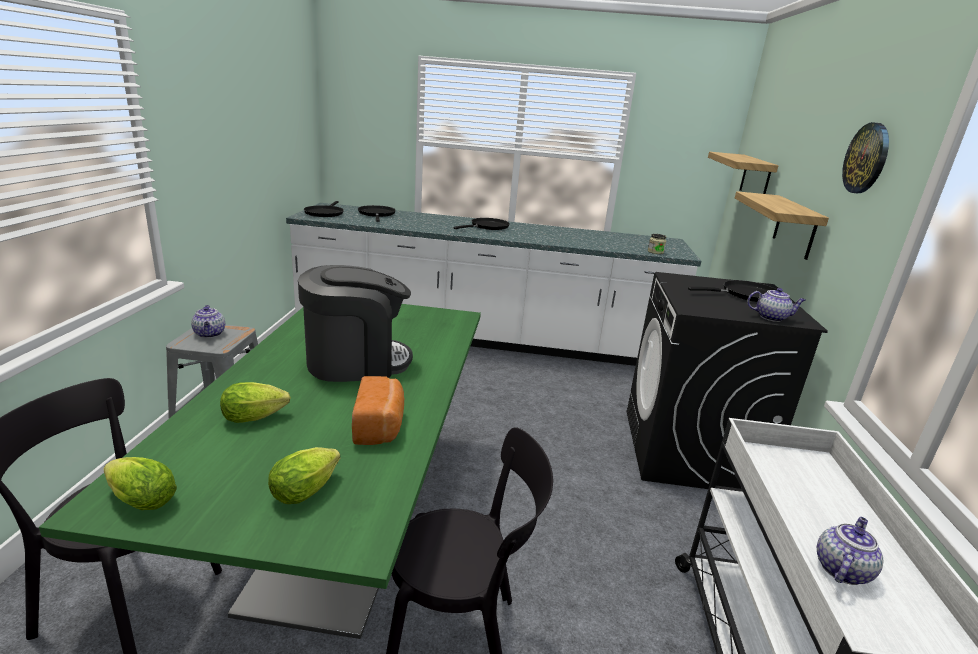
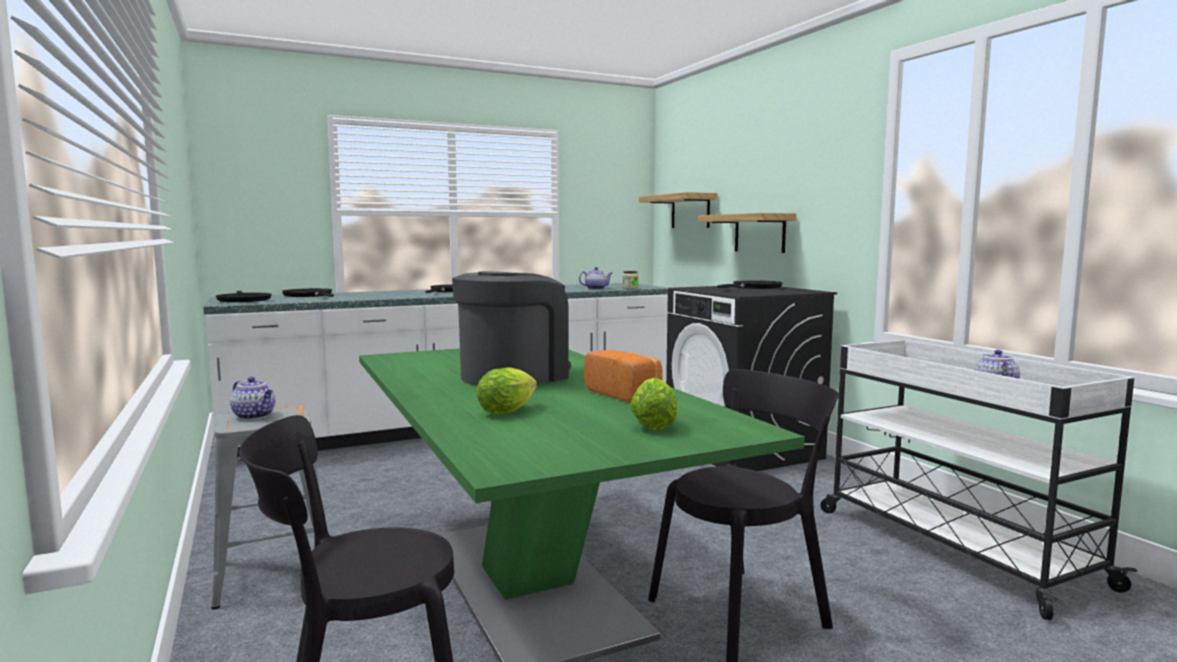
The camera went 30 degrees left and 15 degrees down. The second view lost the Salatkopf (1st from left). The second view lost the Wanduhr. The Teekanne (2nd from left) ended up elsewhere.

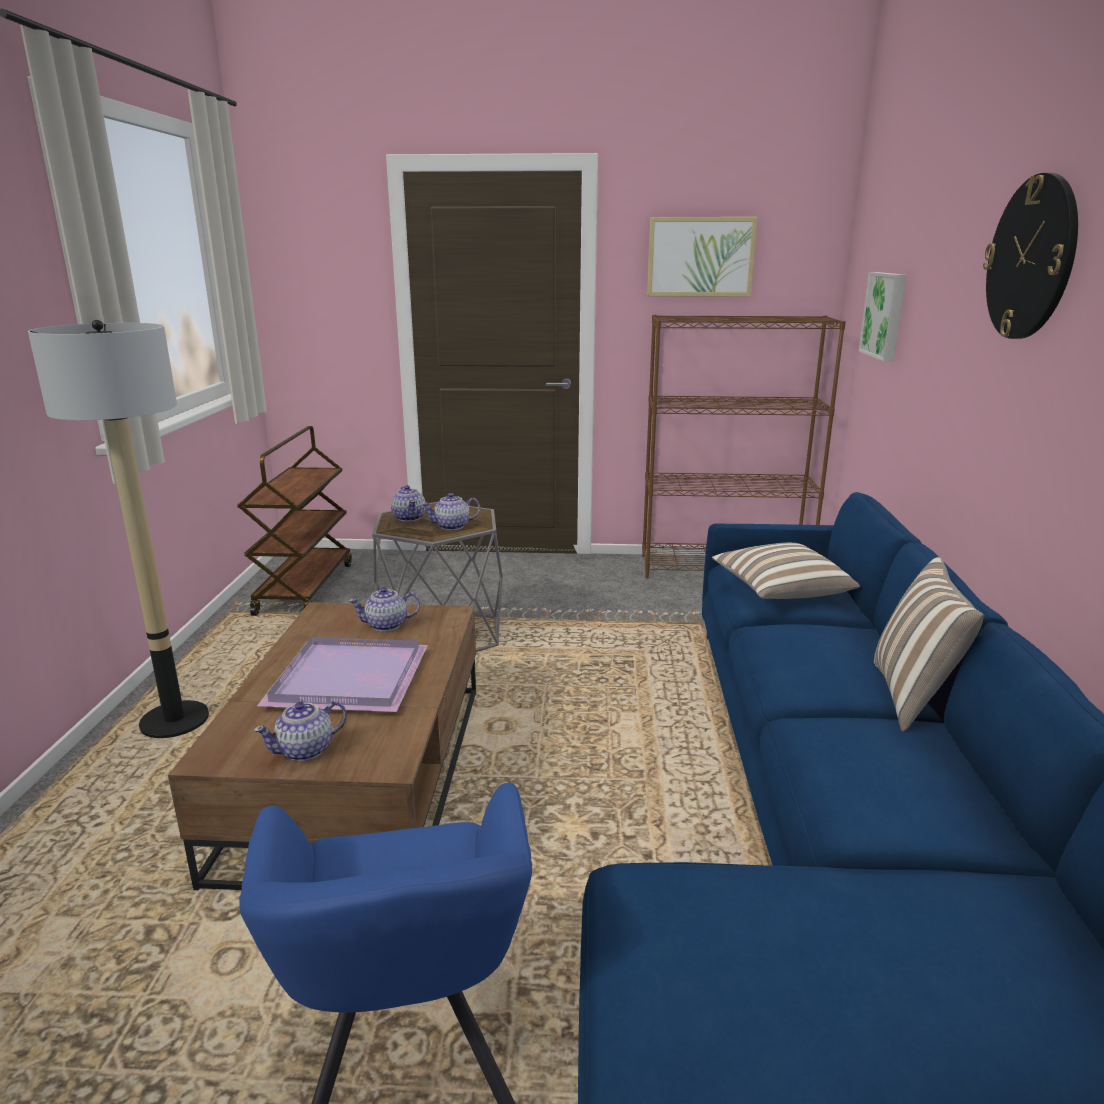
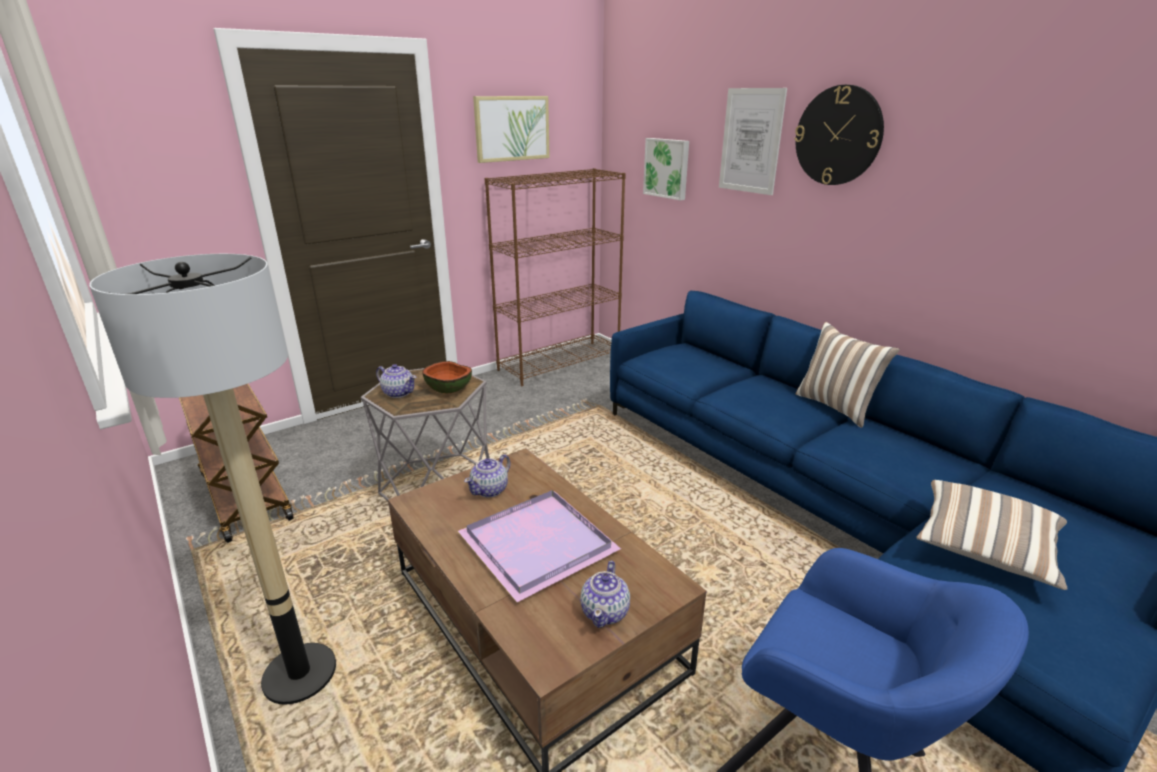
The camera went 40 degrees left and 5 degrees up. The second view gained the Bild (3rd from left). The Kissen (1st from left in the first image) ended up elsewhere. Where the Teekanne (4th from left) stood, the Schüssel came to stand.

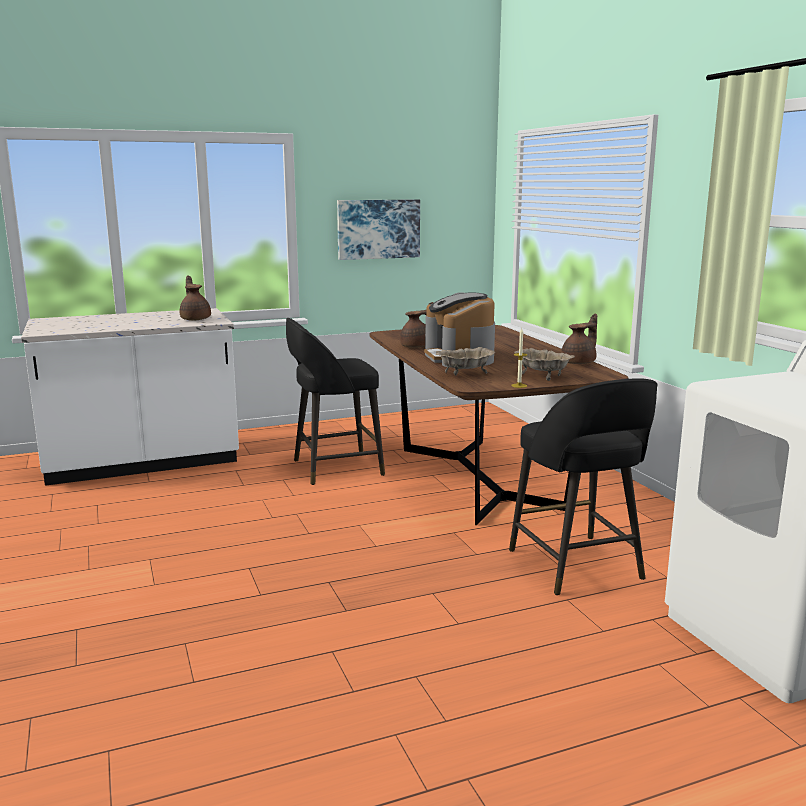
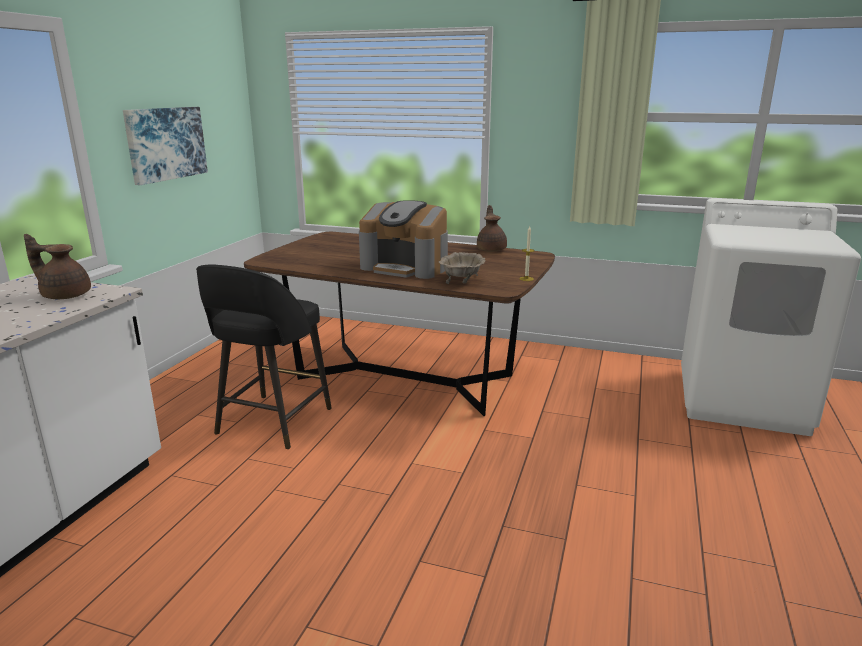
The camera went 50 degrees left and 5 degrees up. The second view lost the Teekanne/braun (2nd from left). The second view lost the Hocker/schwarz (2nd from left). The second view lost the Schüssel/beige (2nd from left).

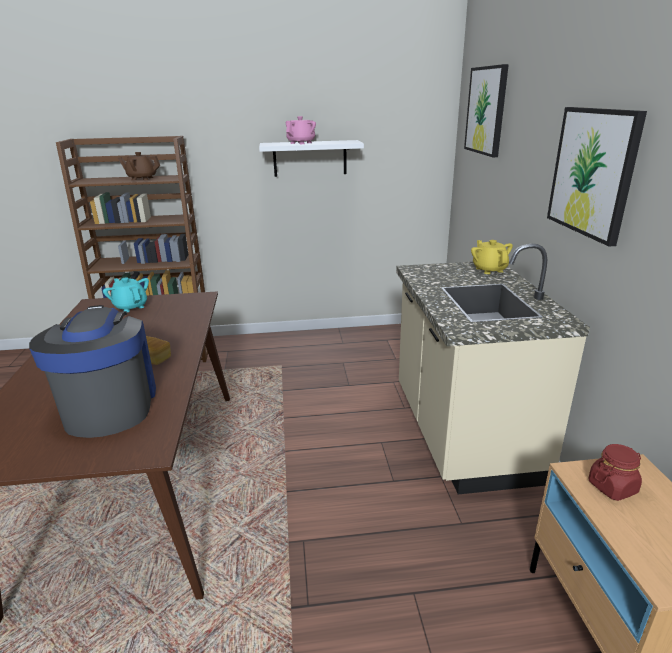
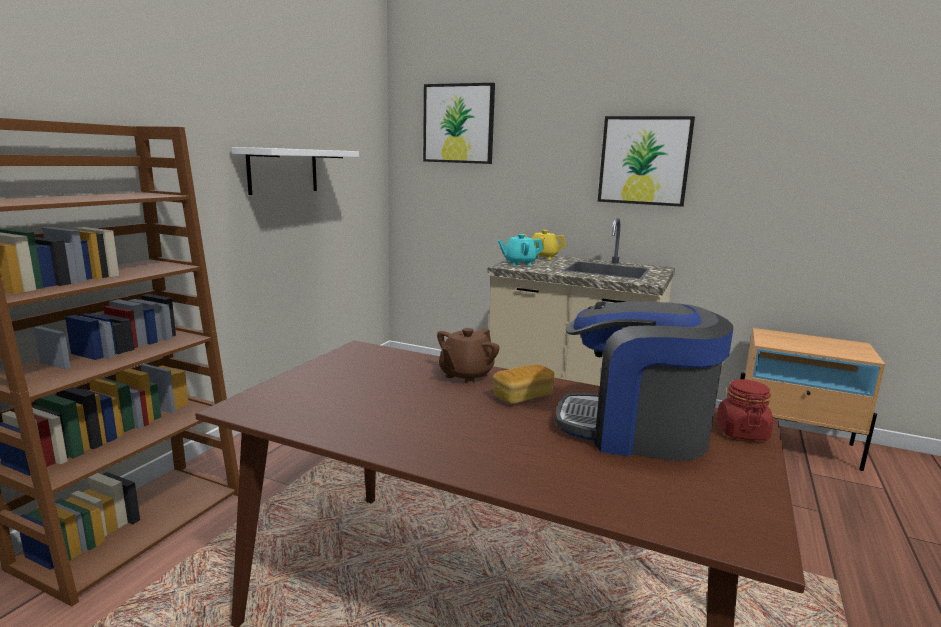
The camera went 60 degrees left and 10 degrees down. The second view lost the Teekanne/rosa. The Teekanne/türkis ended up elsewhere. The Teekanne/braun ended up elsewhere. The Vorratsglas/rot ended up elsewhere.

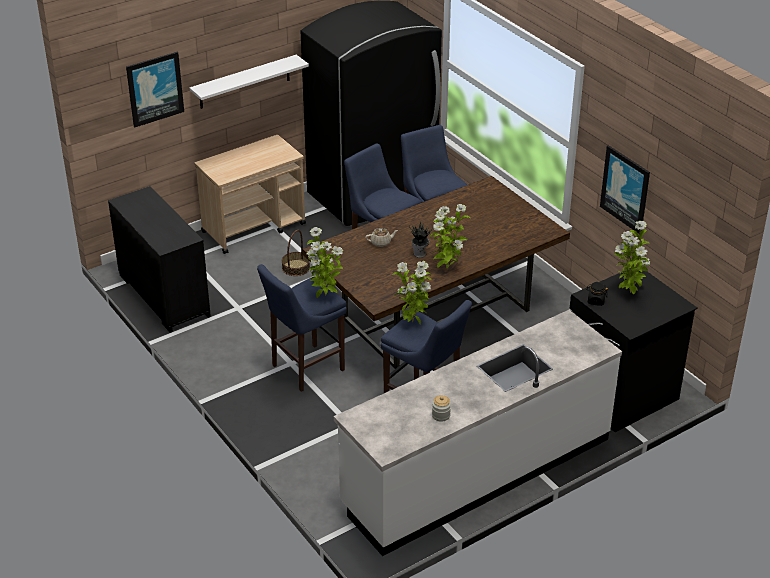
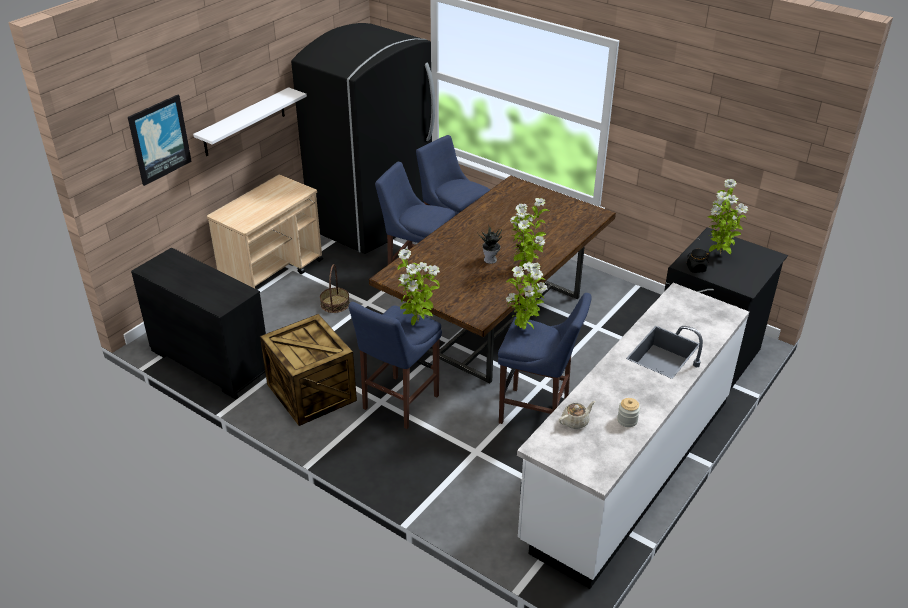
The camera went 20 degrees left and 0 degrees up. The second view lost the Bild (2nd from left). The second view gained the Kiste. The Teekanne/beige ended up elsewhere.

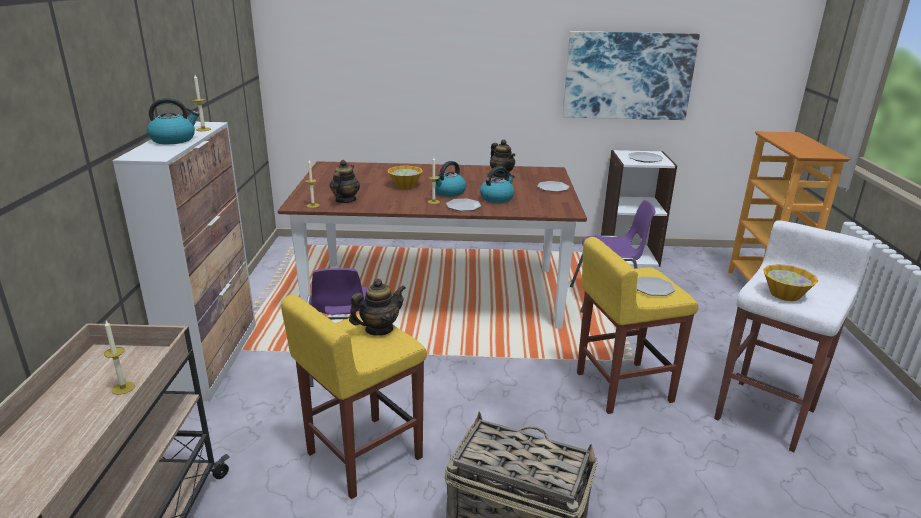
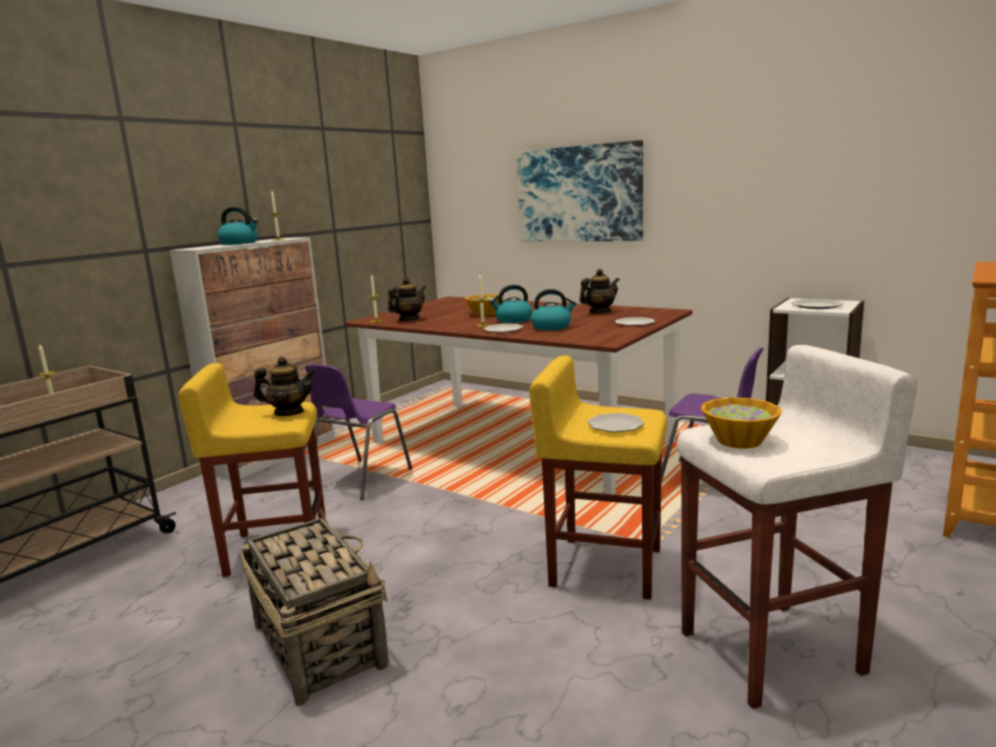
The camera went 35 degrees right and 10 degrees down. The Bild ended up elsewhere. The Teekanne (3rd from left) ended up facing another way, 120 degrees counterclockwise from before.

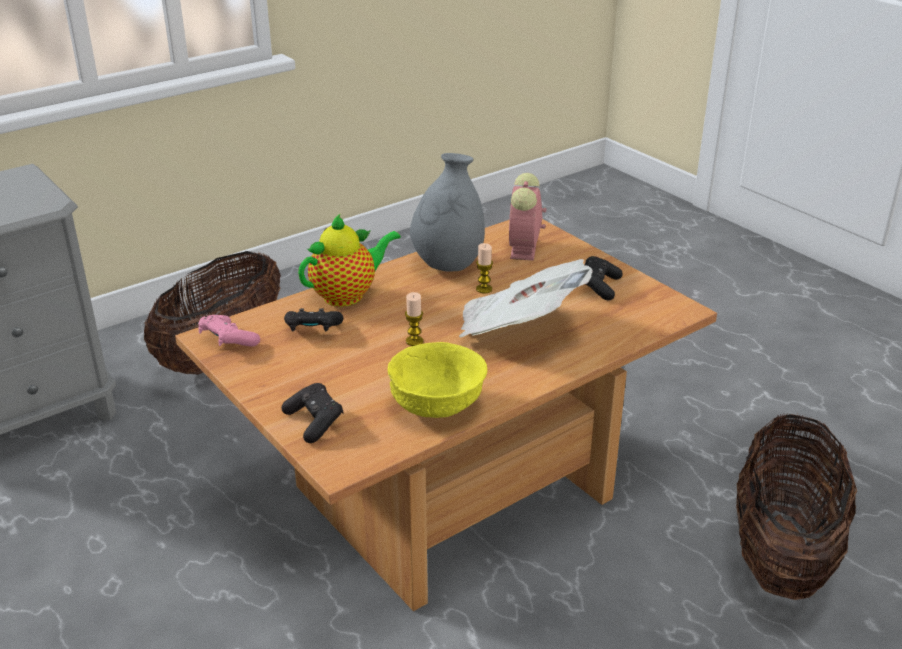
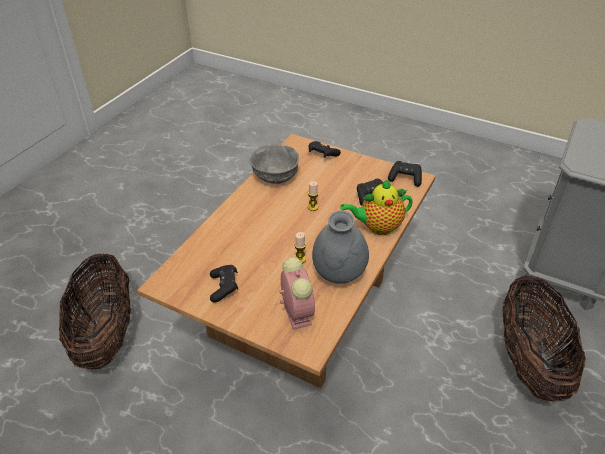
The camera went 155 degrees right and 10 degrees up. The second view lost the Zeitung. What was the Gamepad/rosa turned into the Gamepad/schwarz (4th from left). What was the Schüssel/gelb turned into the Schüssel/grau. The Teekanne ended up facing another way, 45 degrees clockwise from before.

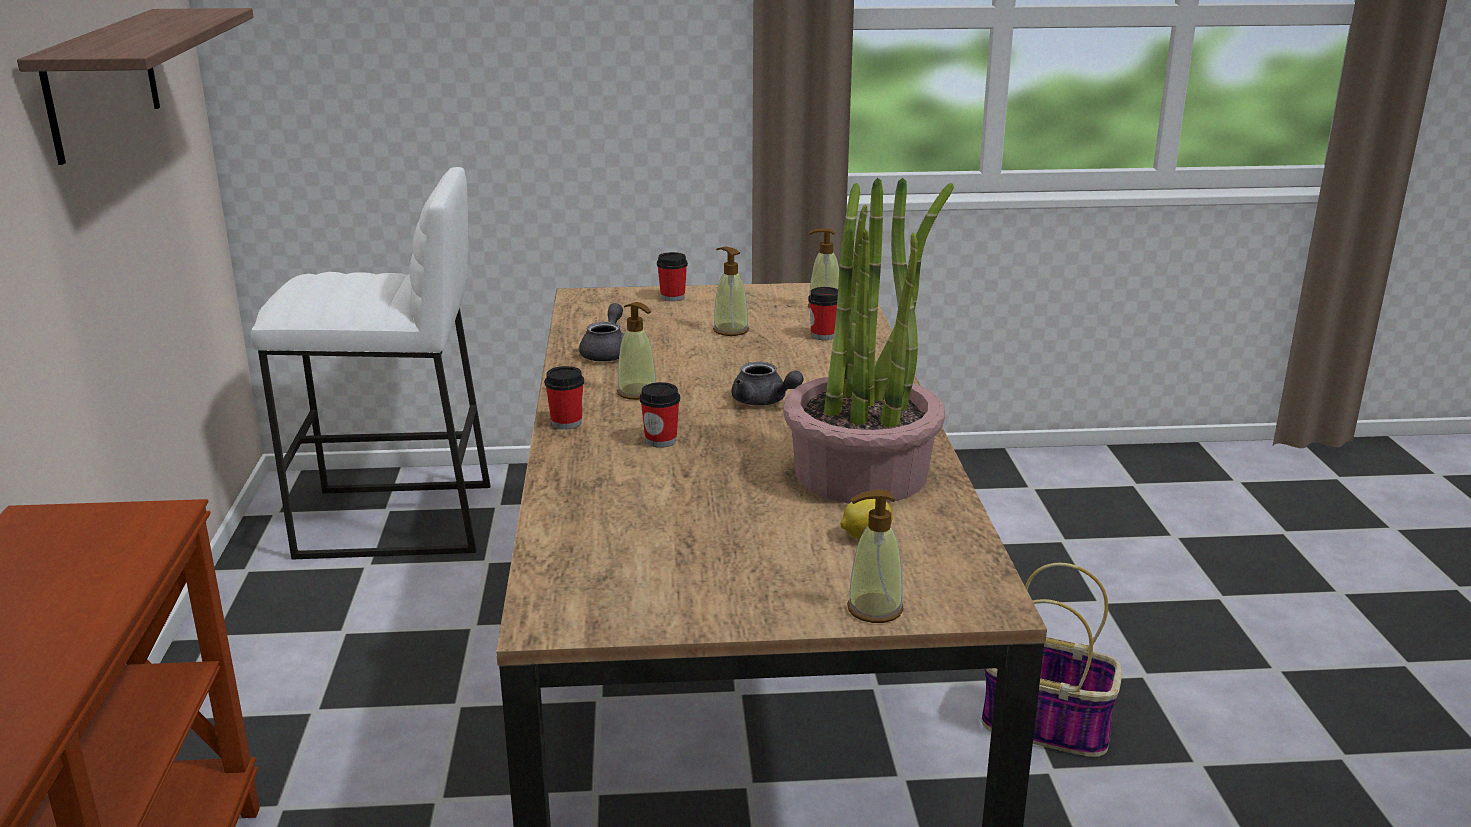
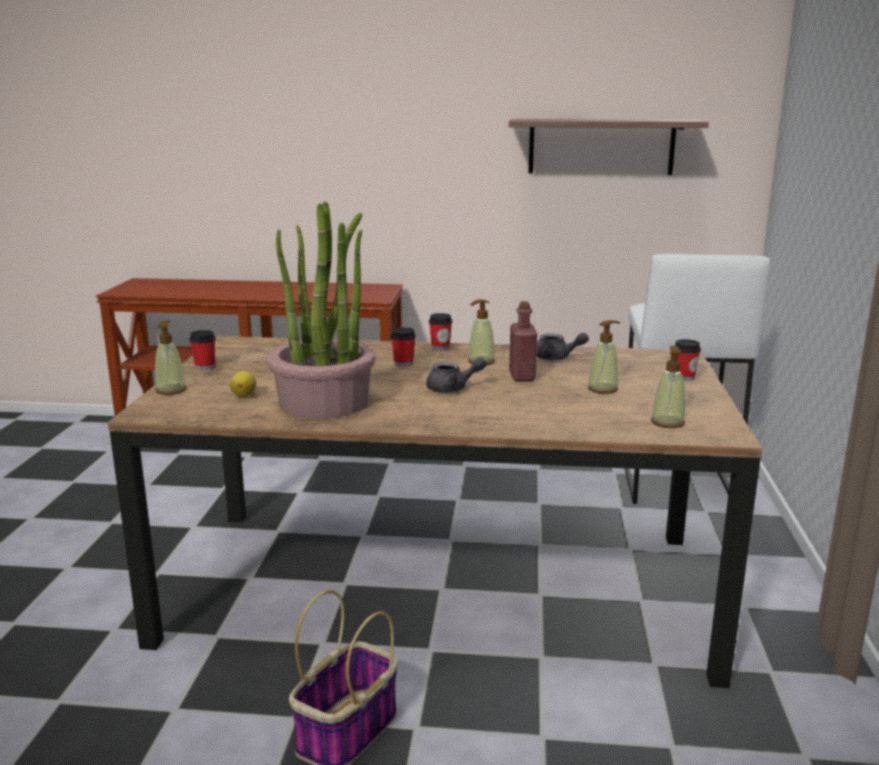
The camera went 100 degrees right and 5 degrees down. The second view gained the Flasche/rot. The Tasse (4th from left in the first image) ended up elsewhere. The Teekanne/grau (2nd from left in the first image) ended up facing another way, 150 degrees counterclockwise from before.

